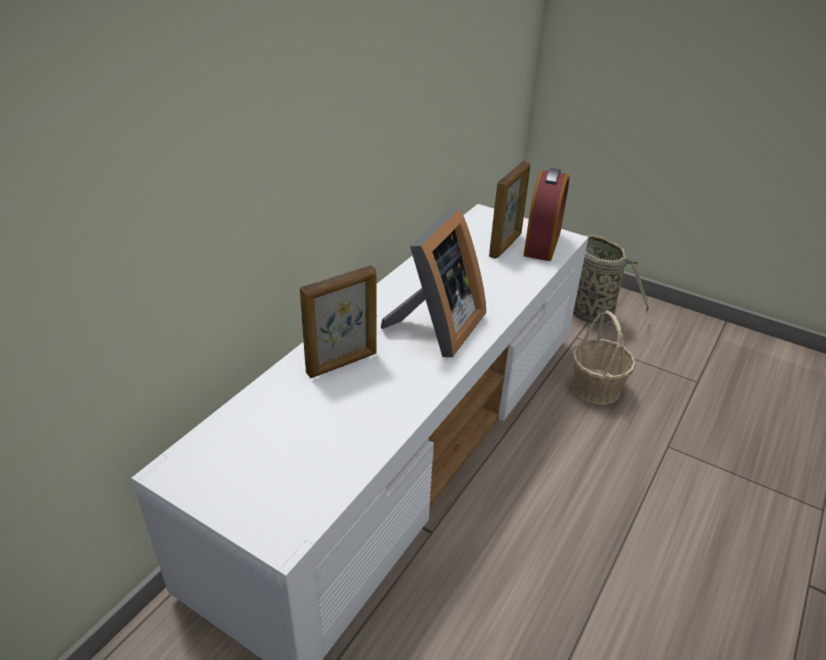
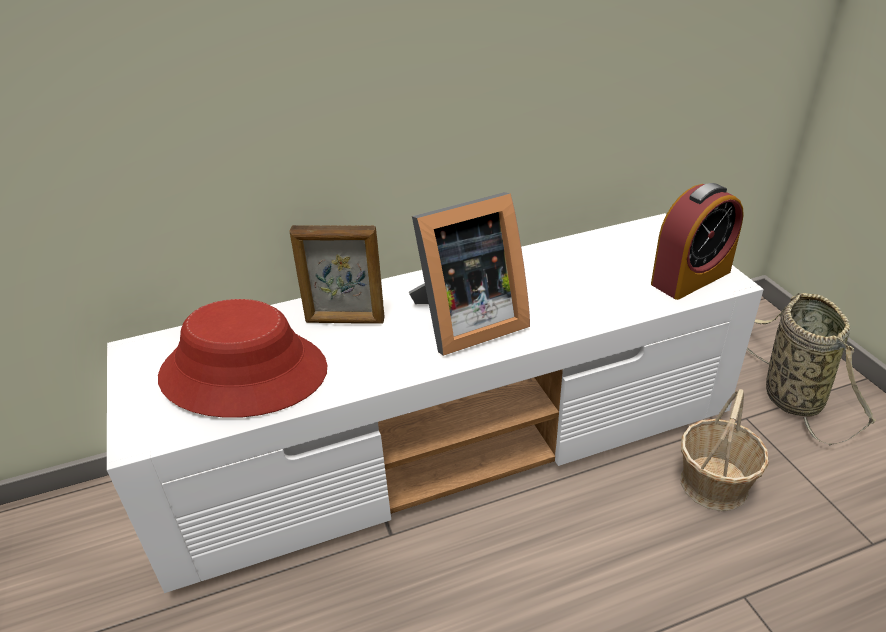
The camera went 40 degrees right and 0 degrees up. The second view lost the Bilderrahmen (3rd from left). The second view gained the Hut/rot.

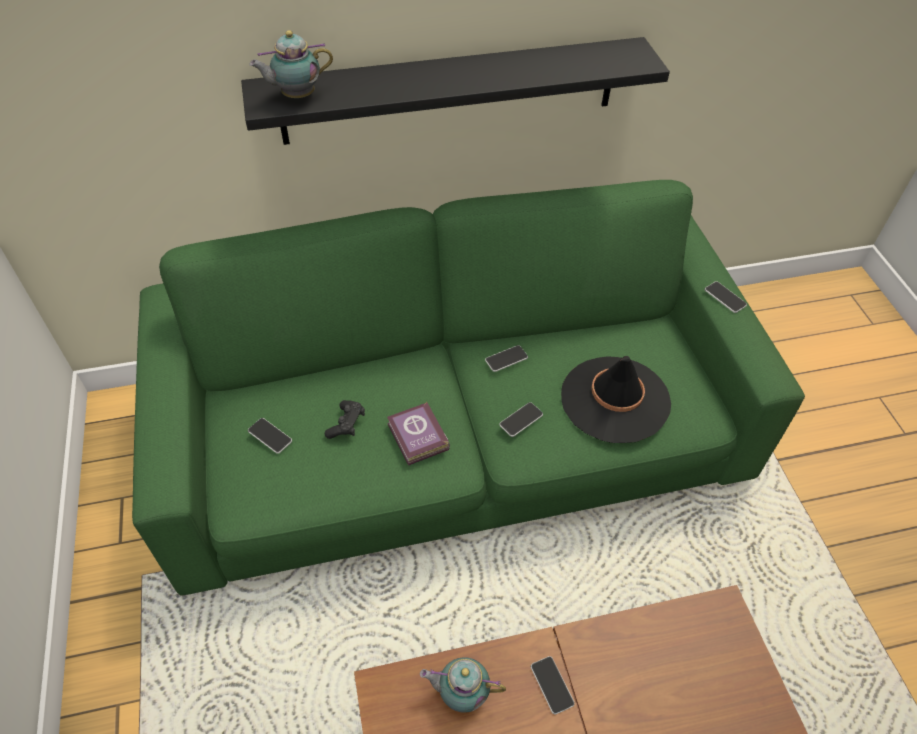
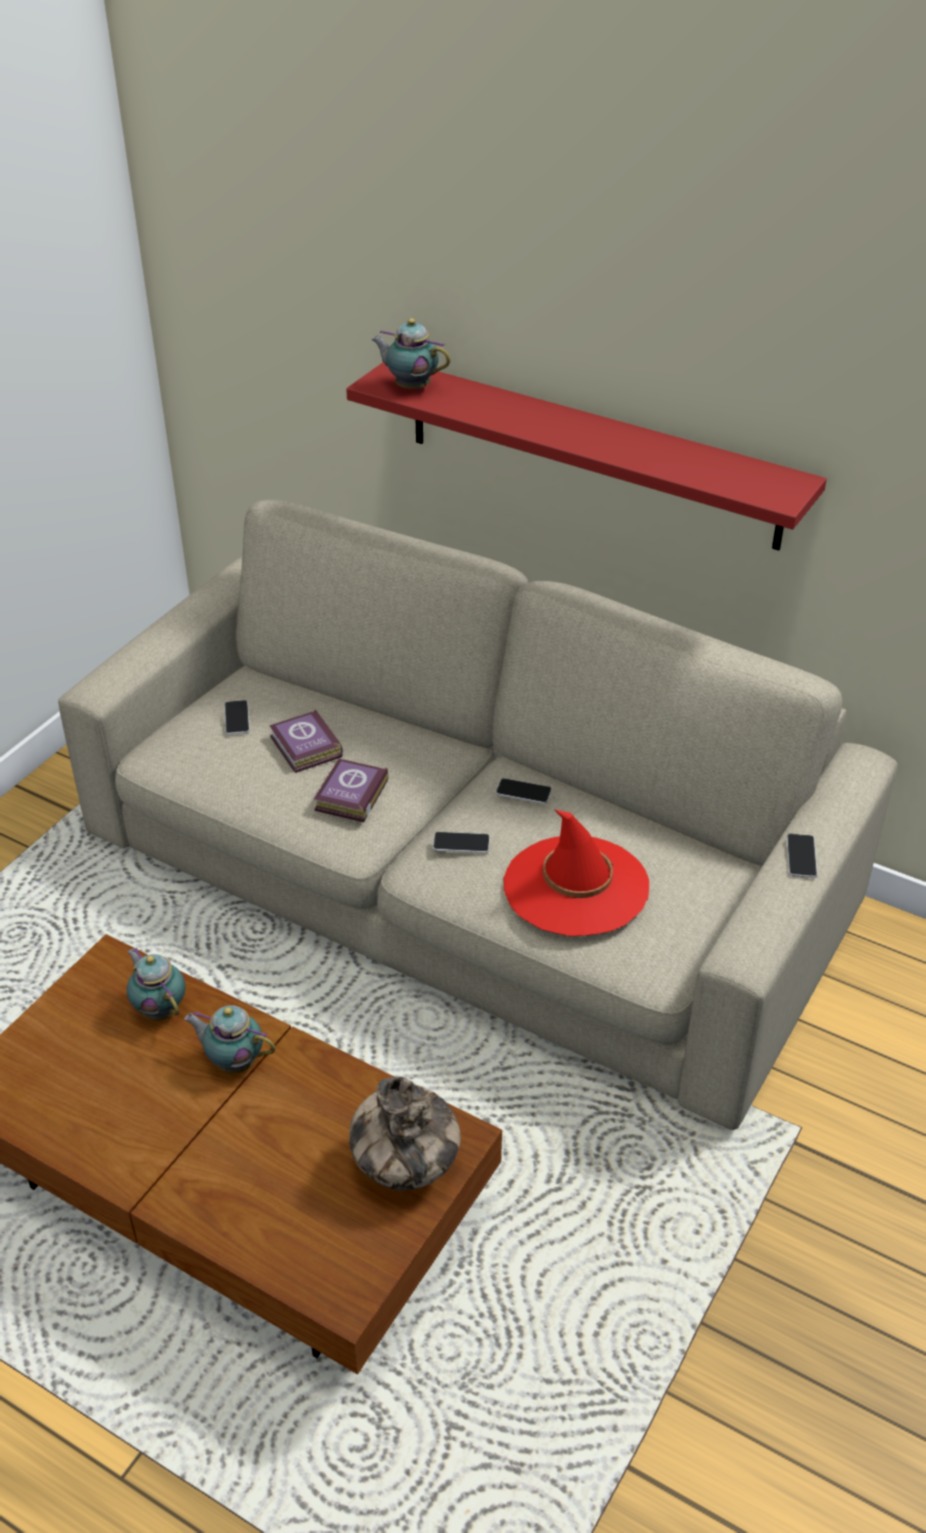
The camera went 45 degrees right and 10 degrees down. The second view gained the Vase. Where the Gamepad/schwarz stood, the Buch (1st from left) came to stand. Where the Handy (4th from left) stood, the Teekanne (2nd from left) came to stand. What was the Sofa/grün turned into the Sofa/beige. What was the Wandregal/schwarz turned into the Wandregal/rot. What was the Hut/schwarz turned into the Hut/rot.

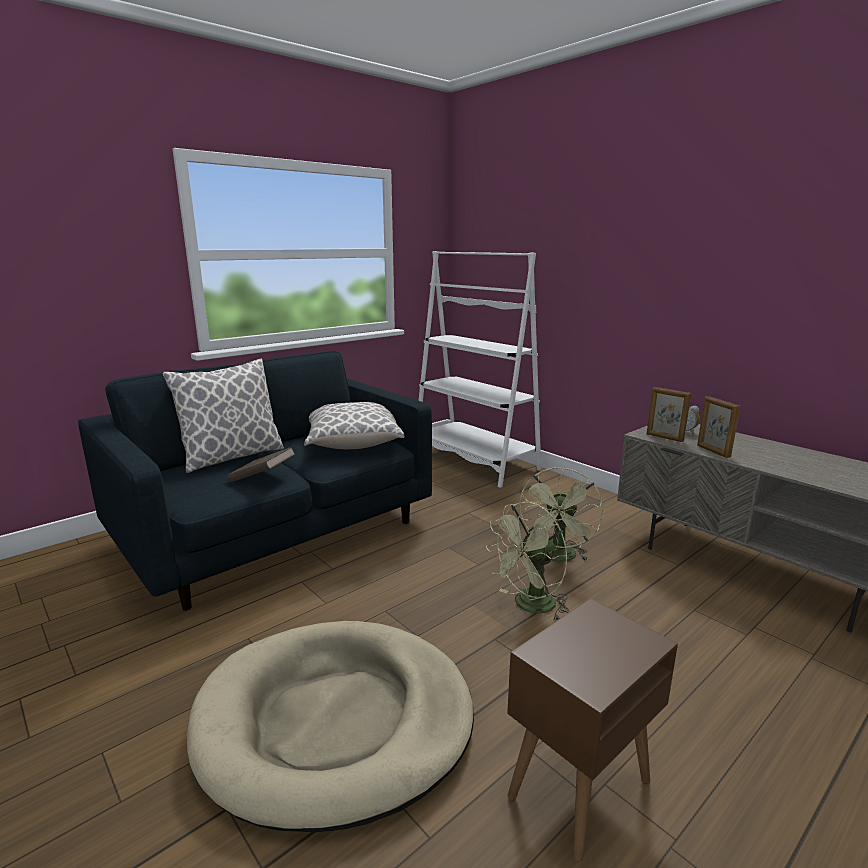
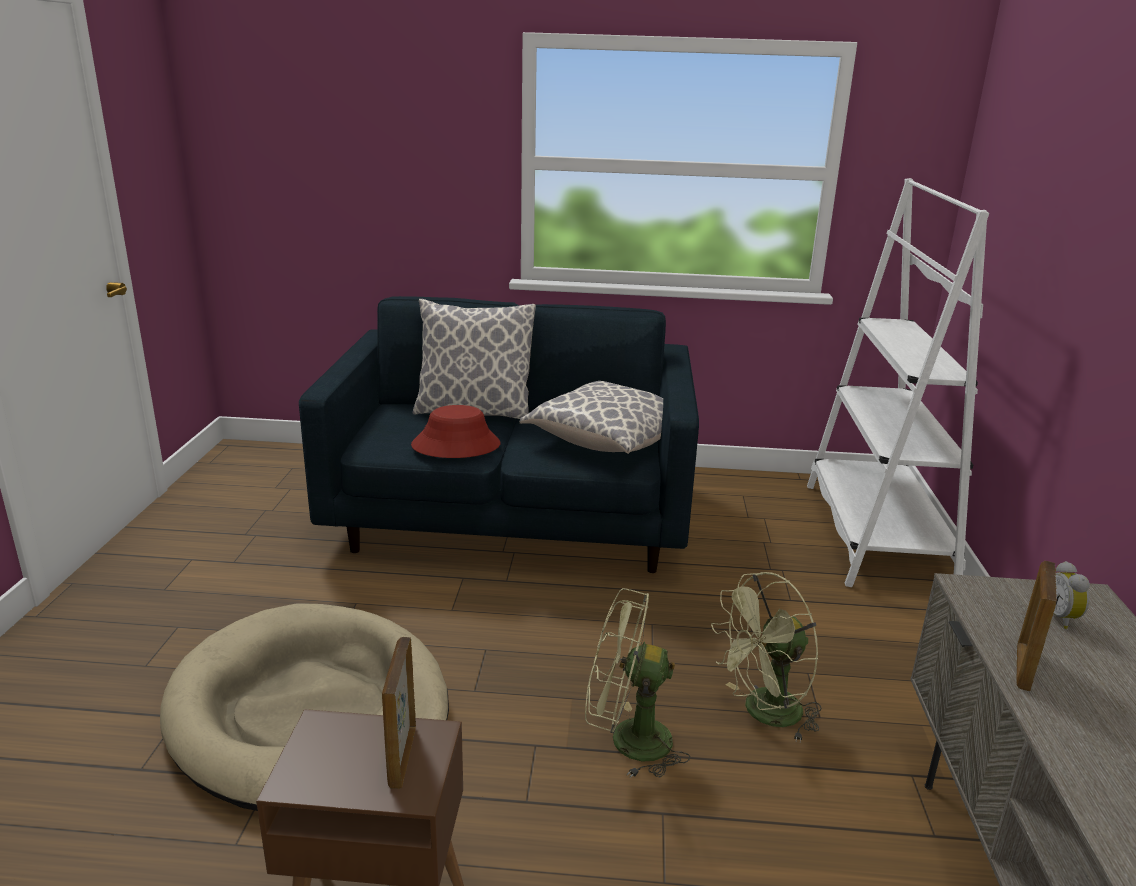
The camera went 45 degrees right and 5 degrees up. The Bilderrahmen (1st from left) ended up elsewhere. Where the Buch/braun stood, the Hut/rot came to stand.

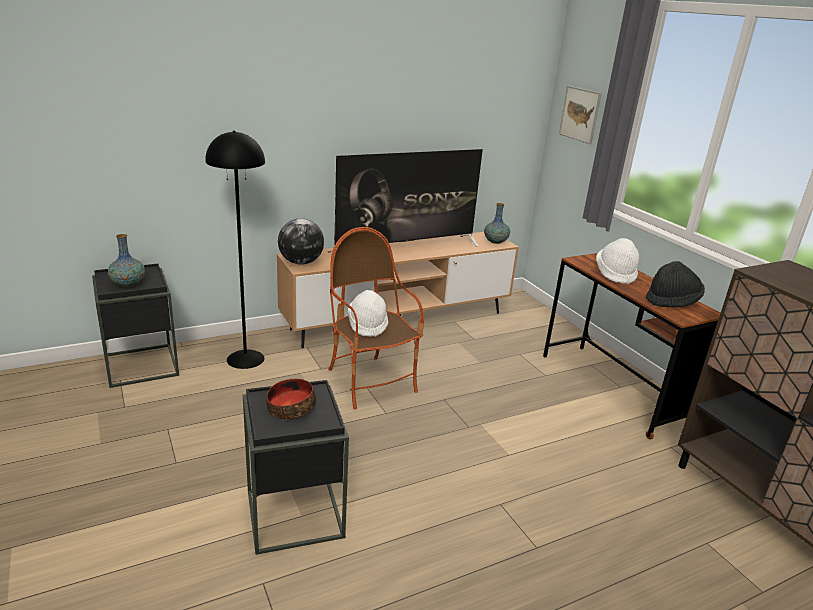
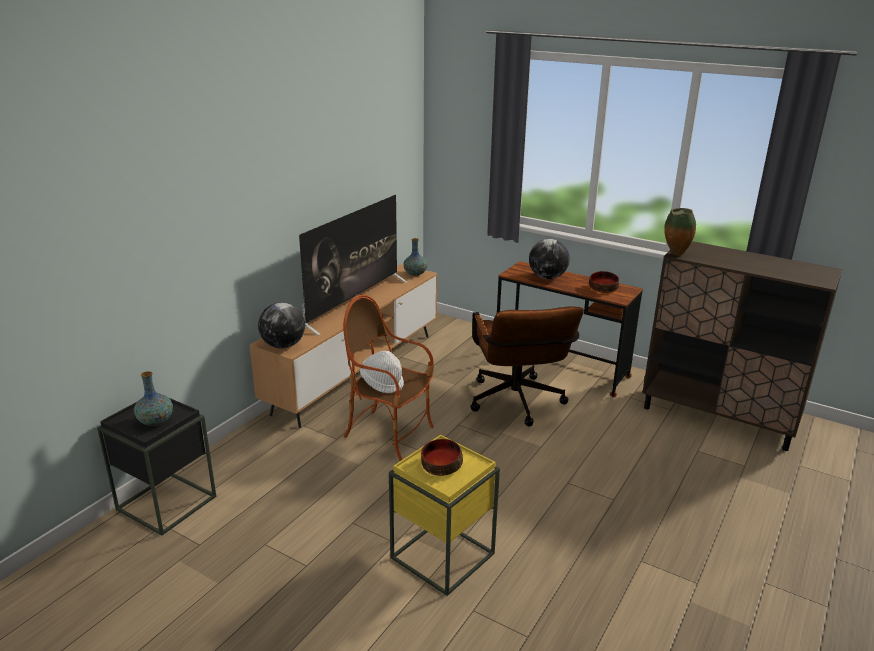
The camera went 30 degrees left and 0 degrees up. The second view lost the Stehlampe/schwarz. The second view lost the Bild. The second view gained the Bürostuhl/braun. The second view gained the Vase (3rd from left). Where the Hut/weiß (2nd from left) stood, the Globus (2nd from left) came to stand. Where the Hut/schwarz stood, the Schüssel (2nd from left) came to stand. What was the Beistelltisch/schwarz (2nd from left) turned into the Beistelltisch/gelb.

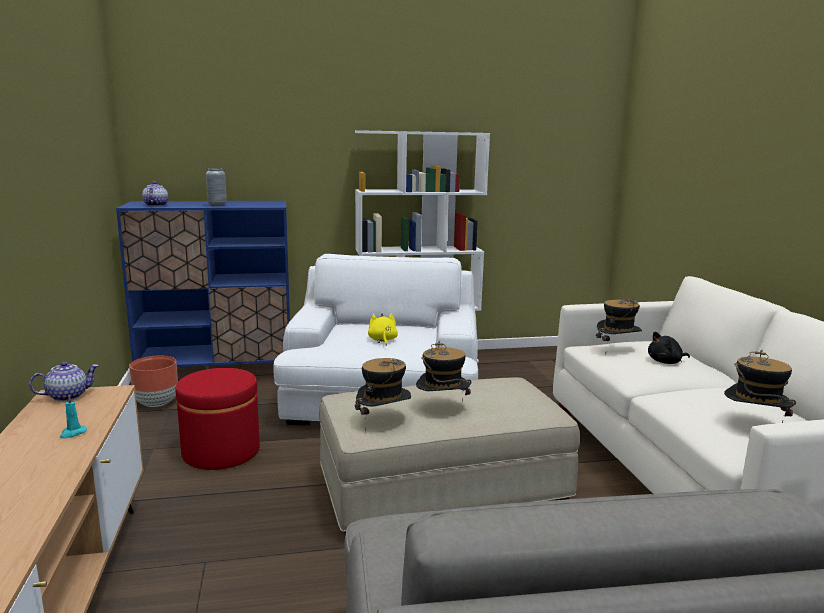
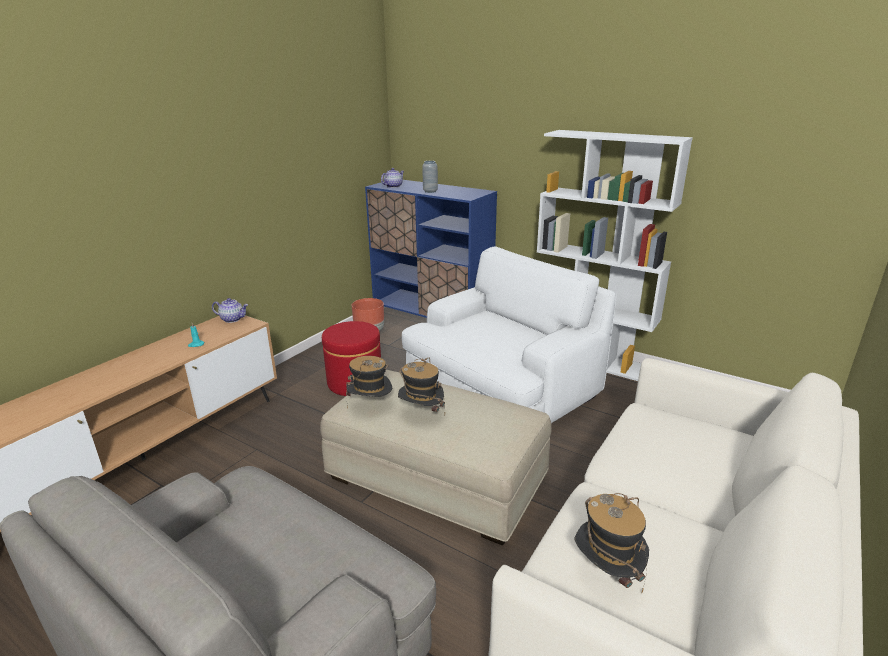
The camera went 45 degrees right and 10 degrees up. The second view lost the Plüschtier/gelb. The second view lost the Hut (3rd from left). The second view lost the Plüschtier/schwarz.

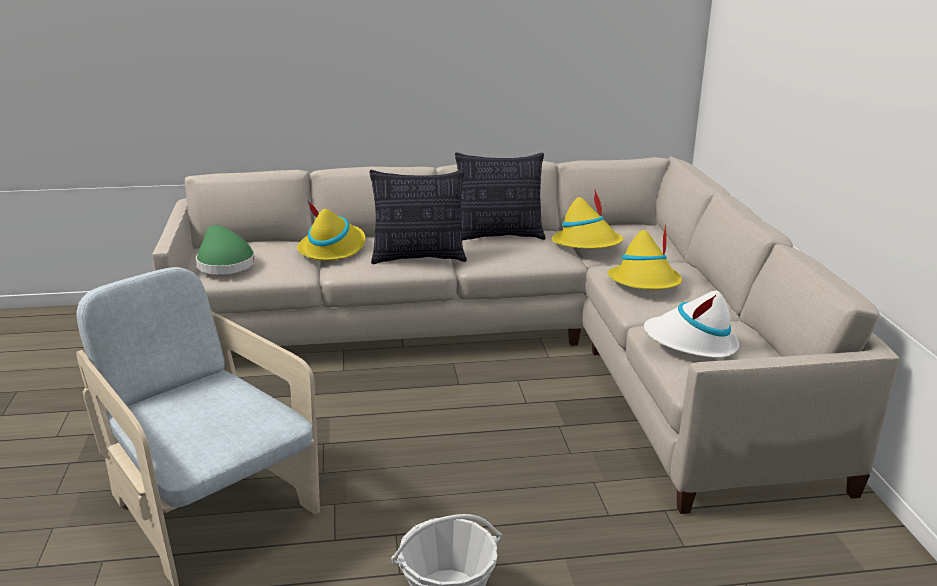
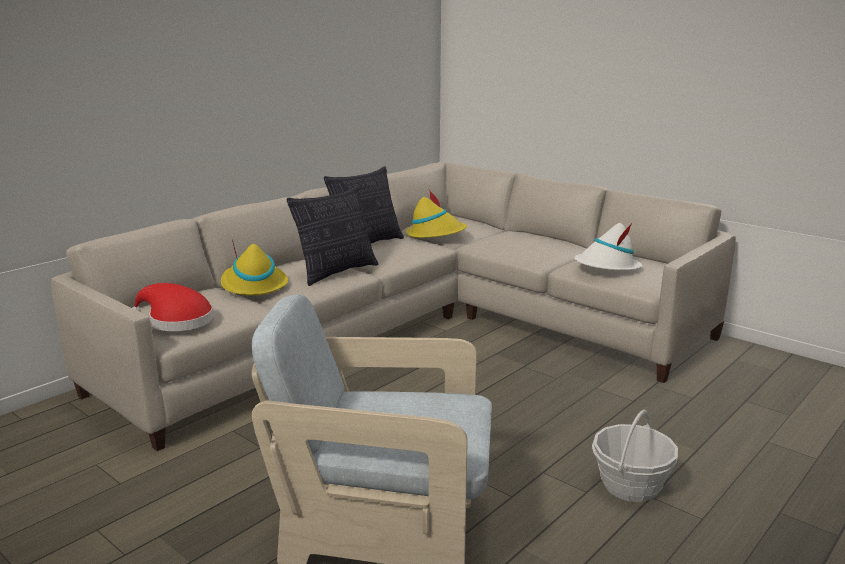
The camera went 40 degrees left and 5 degrees down. The second view lost the Hut/gelb (3rd from left). What was the Hut/grün turned into the Hut/rot.

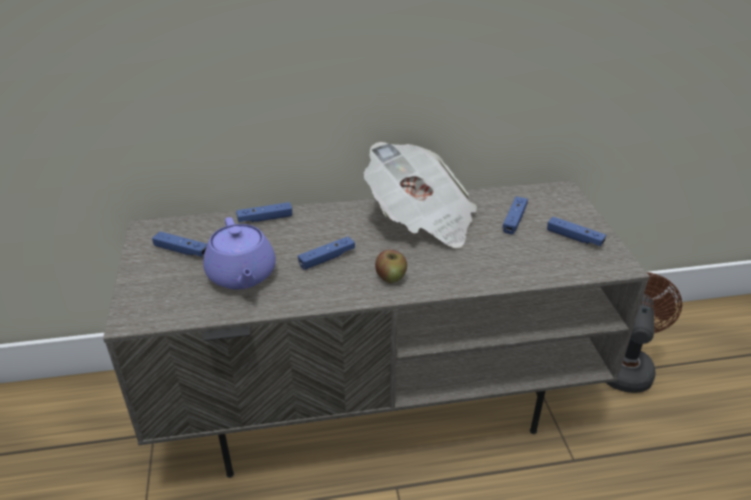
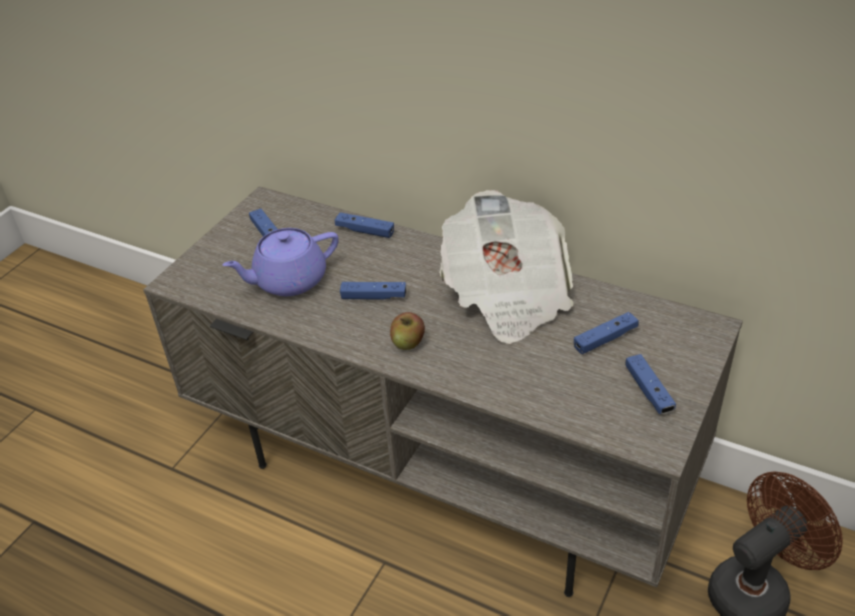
The camera went 40 degrees right and 5 degrees up. The Teekanne/lila ended up facing another way, 45 degrees clockwise from before.

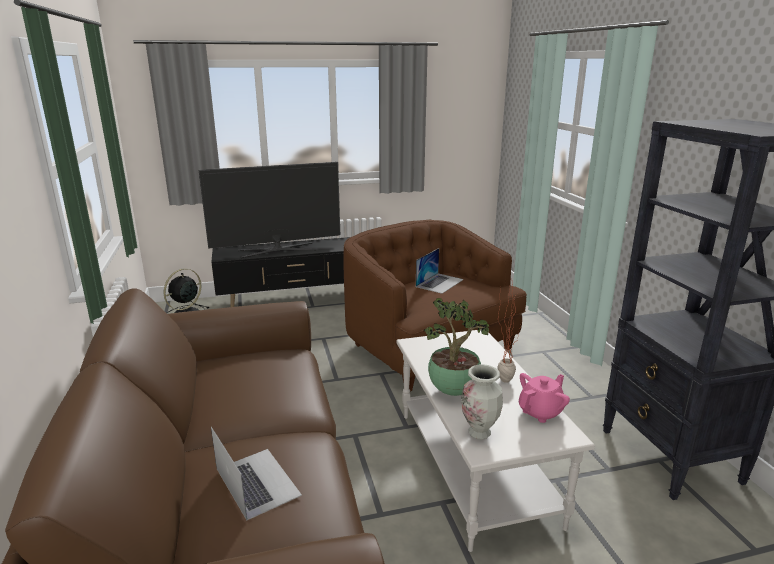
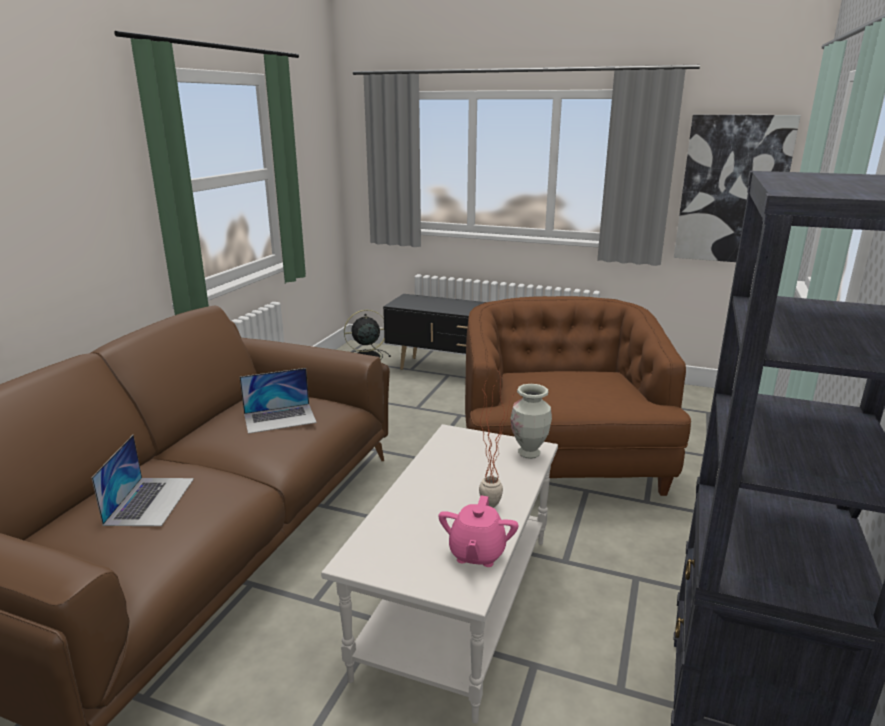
The camera went 35 degrees right and 0 degrees up. The second view lost the Fernseher. The second view lost the Topfpflanze (1st from left). The second view gained the Bild. The Laptop (2nd from left) ended up elsewhere. The Vase ended up elsewhere. The Teekanne/rosa ended up facing another way, 105 degrees clockwise from before.

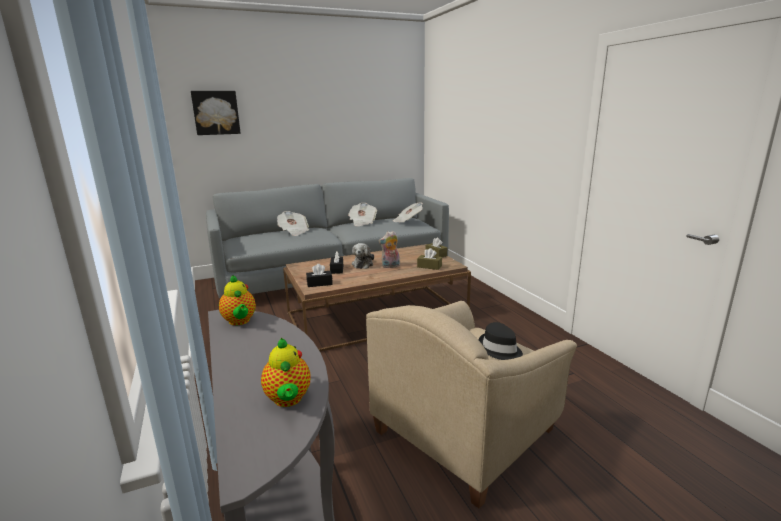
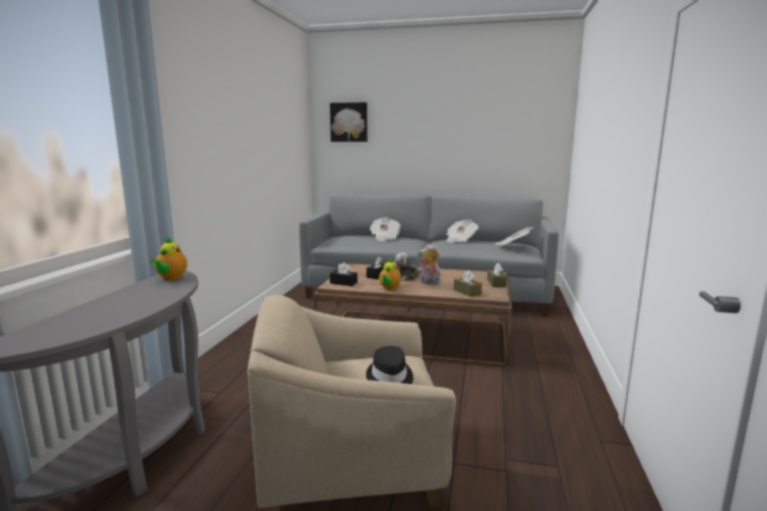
The camera went 35 degrees right and 5 degrees down. The Teekanne (2nd from left) ended up elsewhere.

